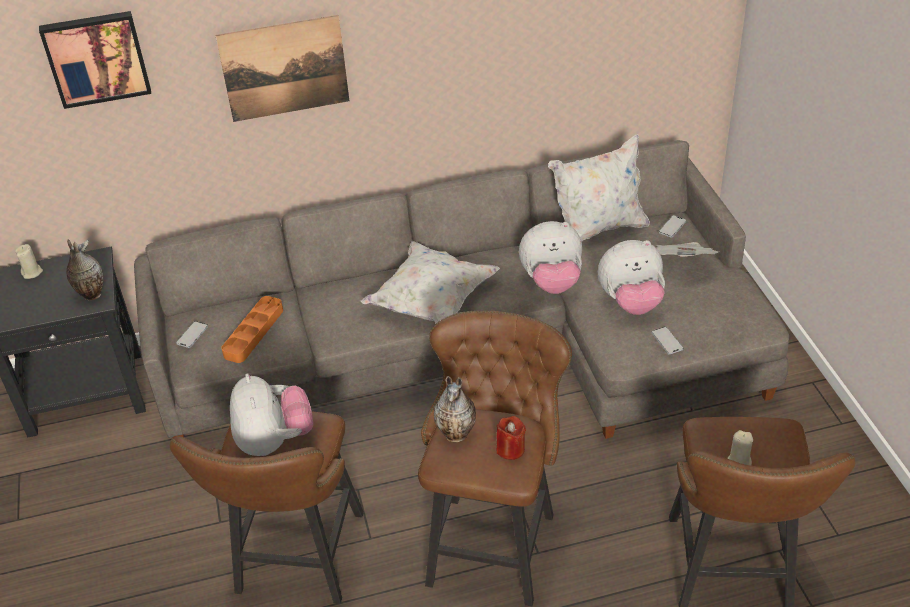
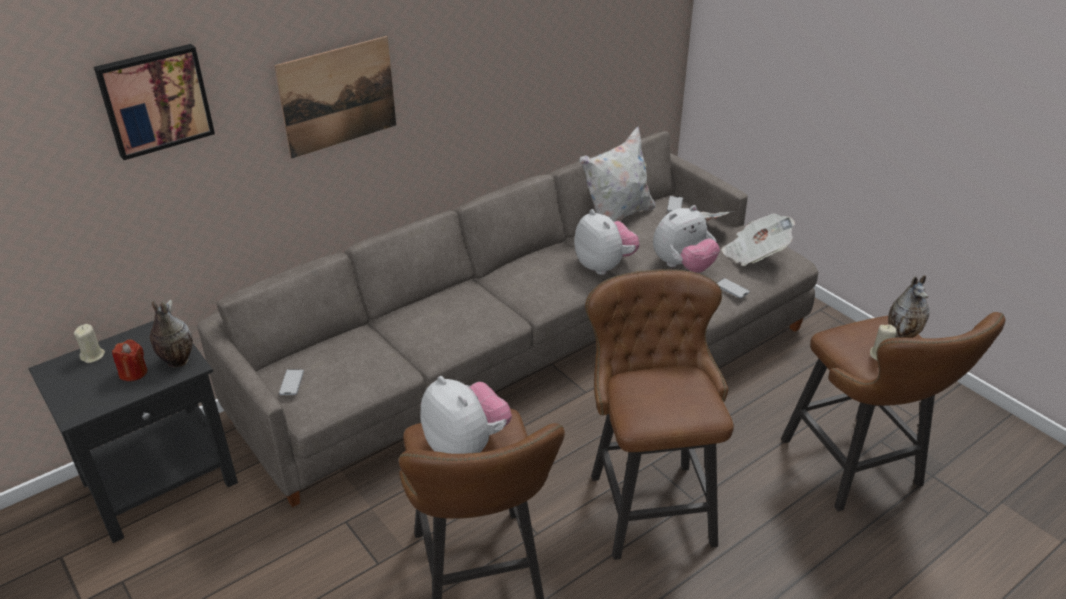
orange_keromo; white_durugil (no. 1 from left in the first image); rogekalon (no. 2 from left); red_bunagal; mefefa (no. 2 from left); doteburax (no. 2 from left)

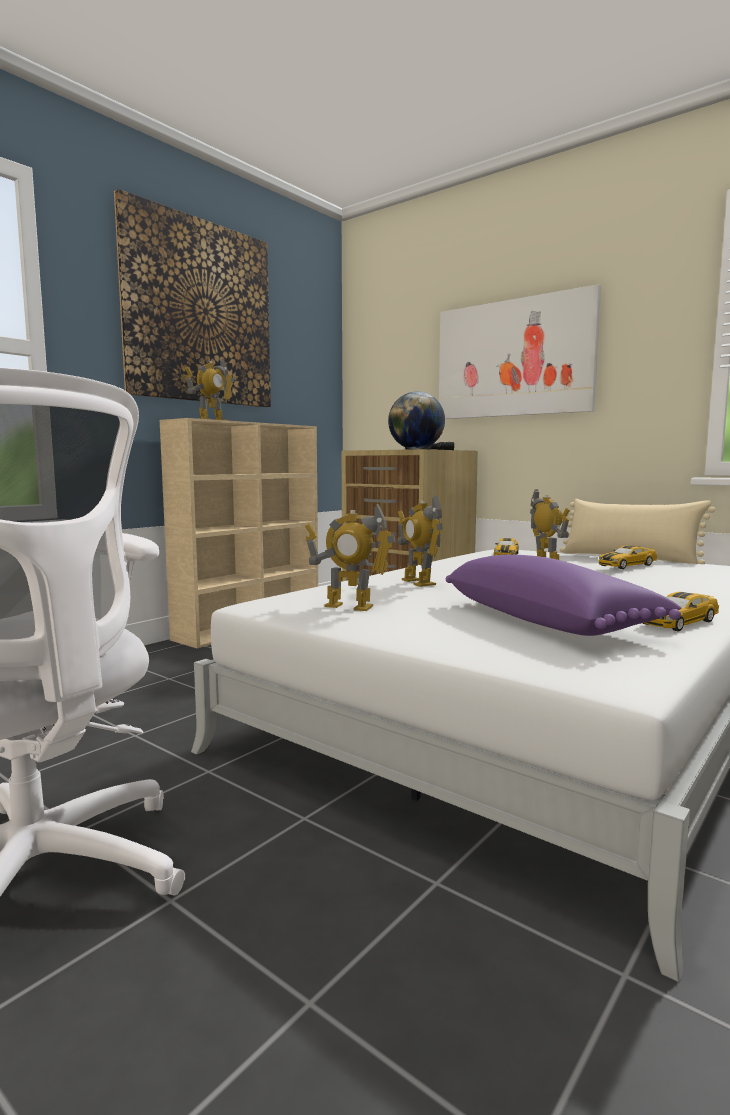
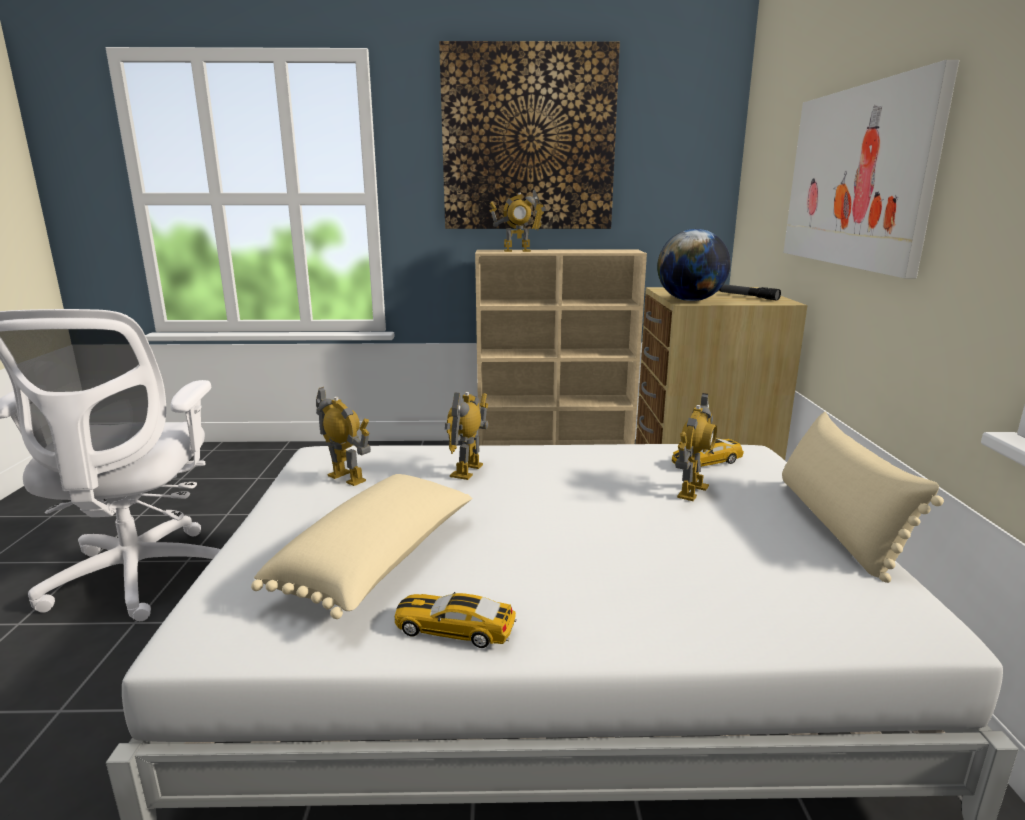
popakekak (no. 1 from left); beige_durugil (no. 1 from left); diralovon (no. 2 from left in the first image)

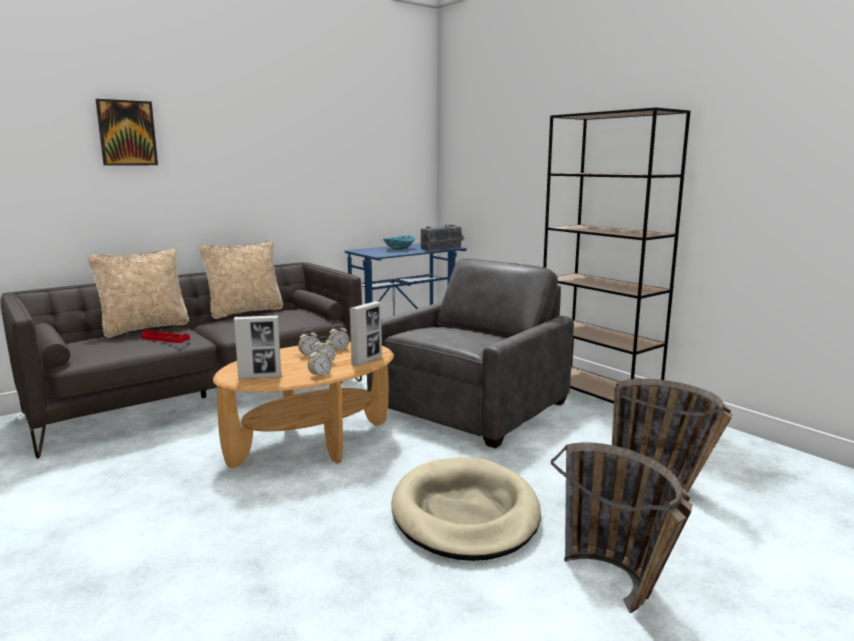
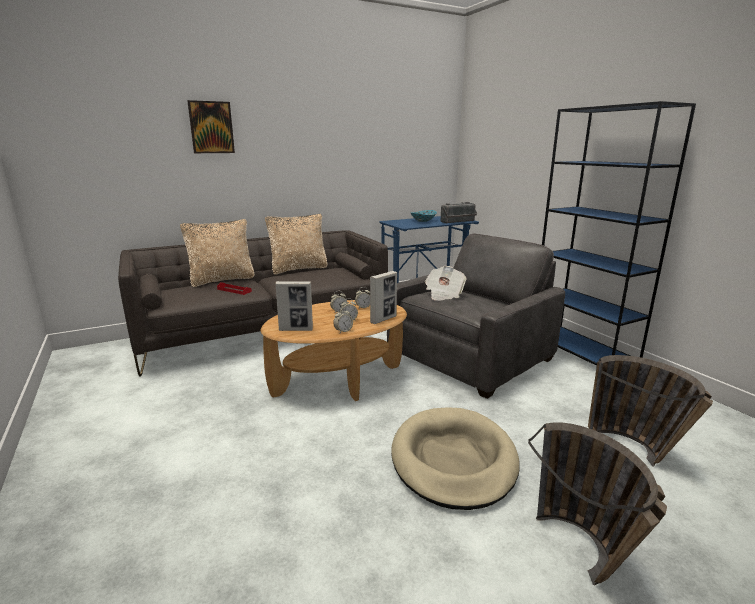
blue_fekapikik; doteburax

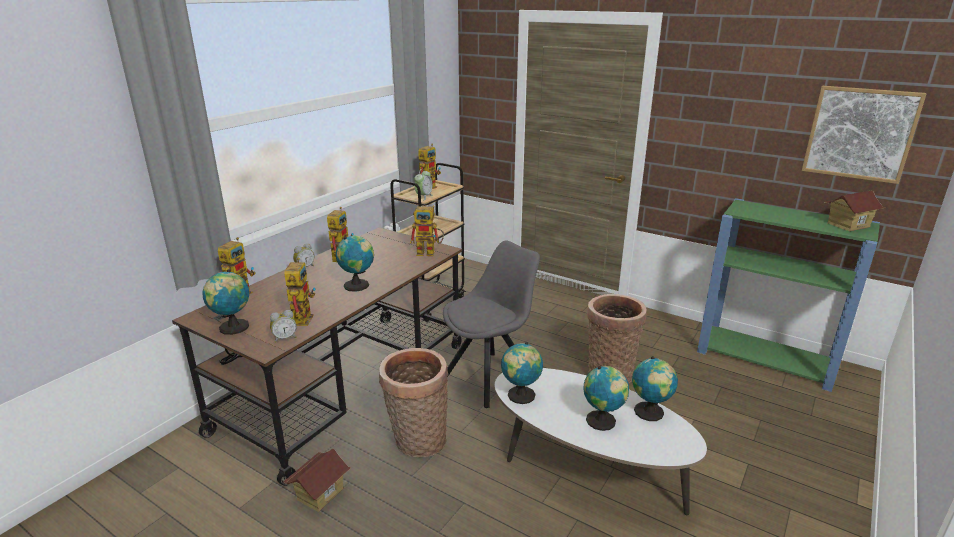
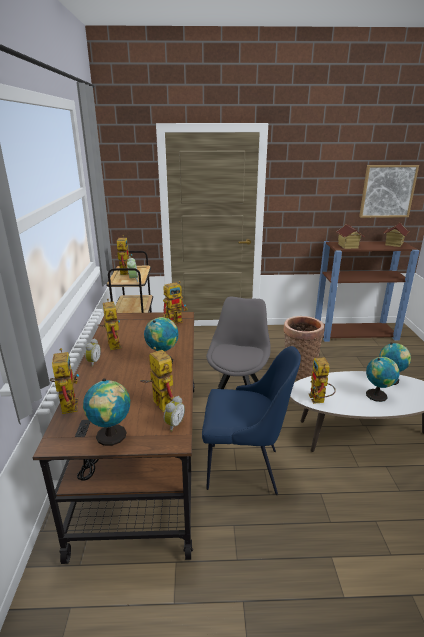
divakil (no. 1 from left); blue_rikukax; popakekak (no. 6 from left); brown_fekapikik

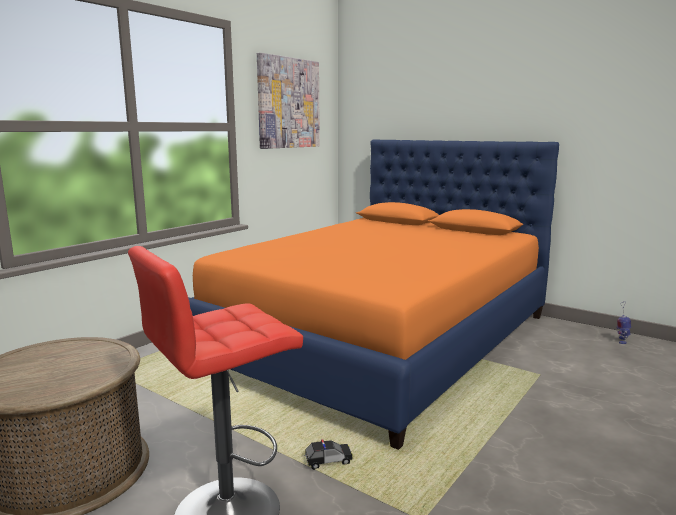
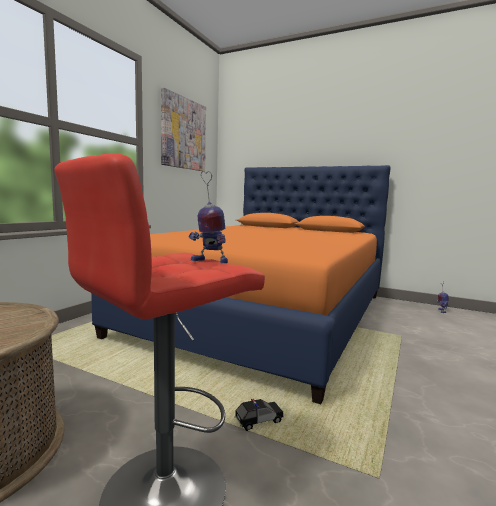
popakekak (no. 1 from left)

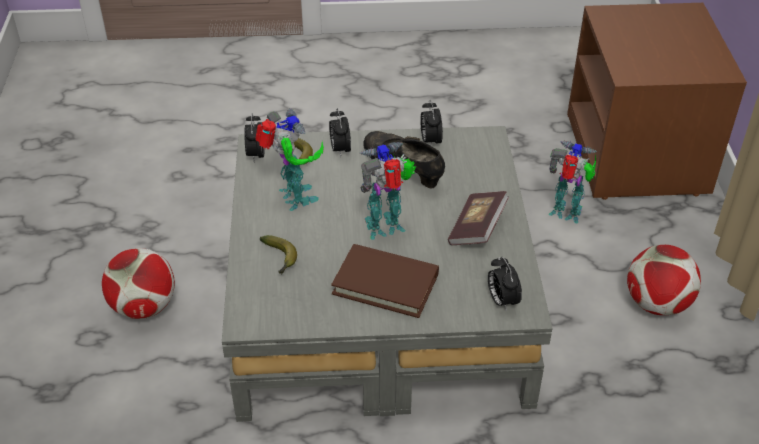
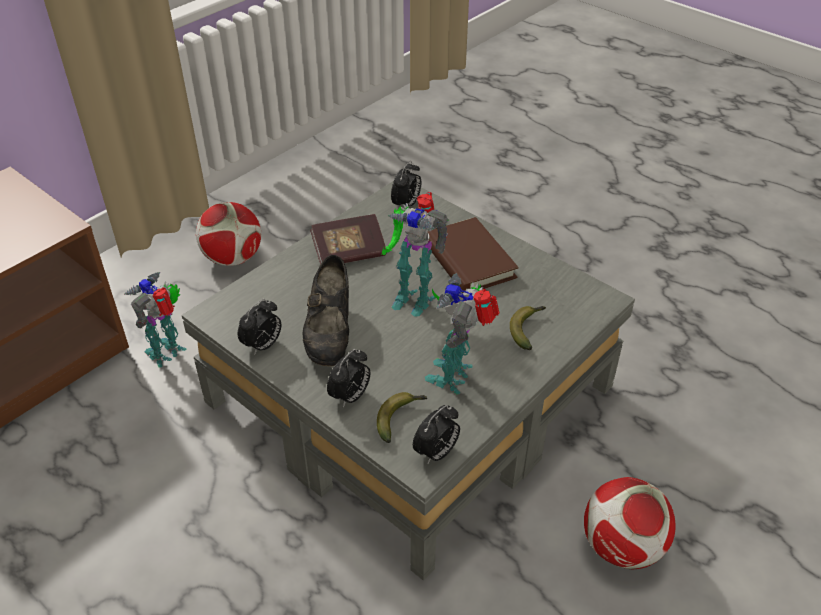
popakekak (no. 1 from left)

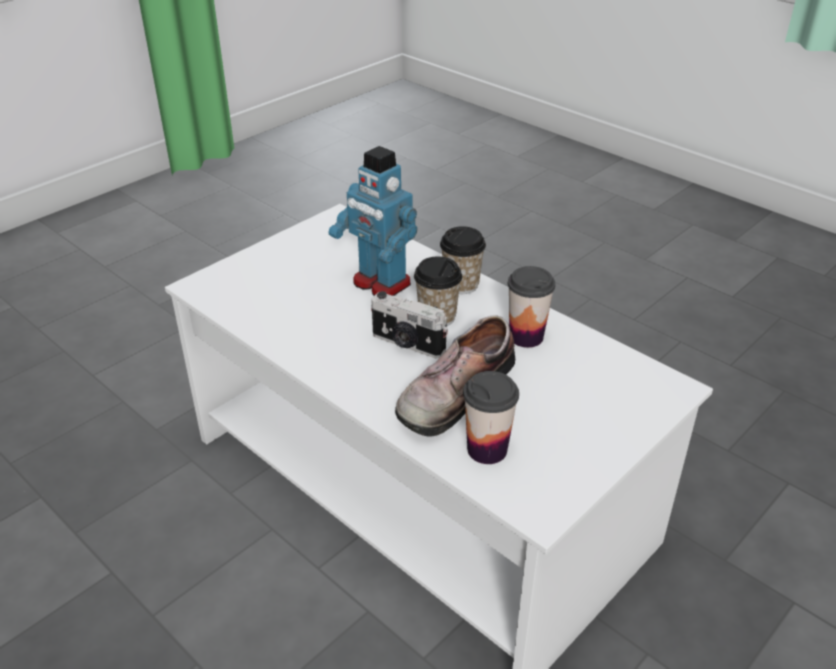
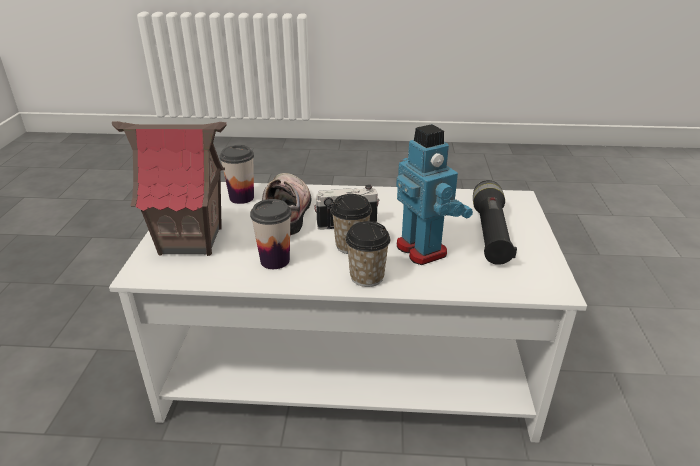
popakekak; divakil; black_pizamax

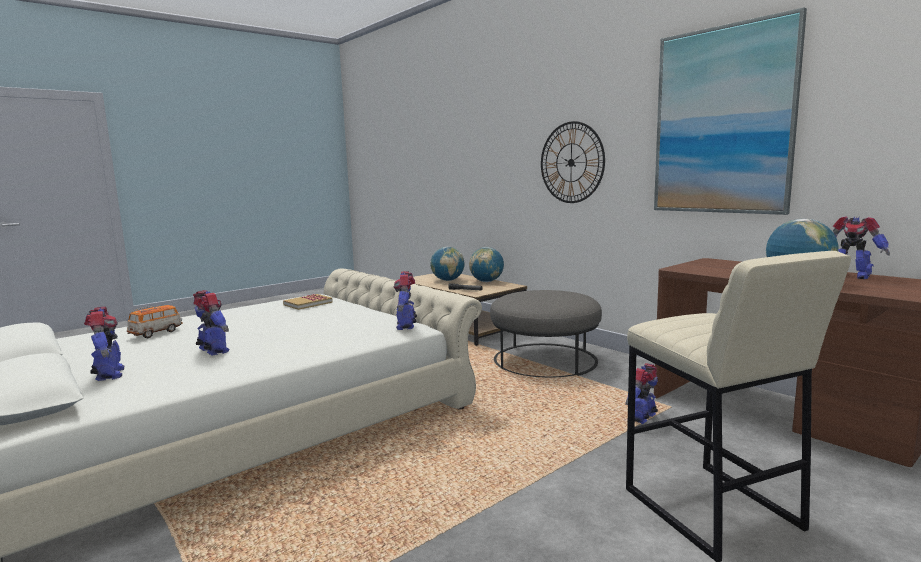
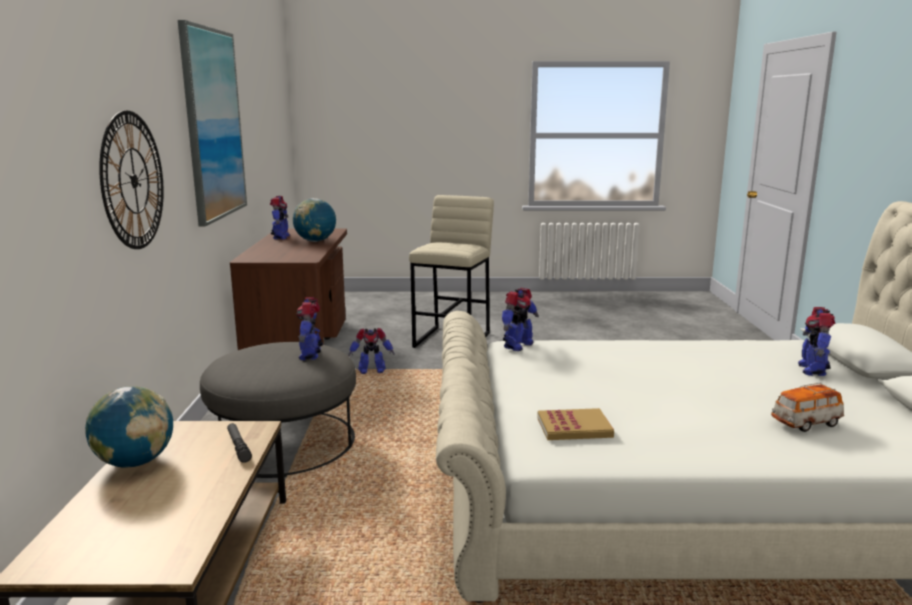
popakekak (no. 2 from left); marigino (no. 1 from left in the first image)

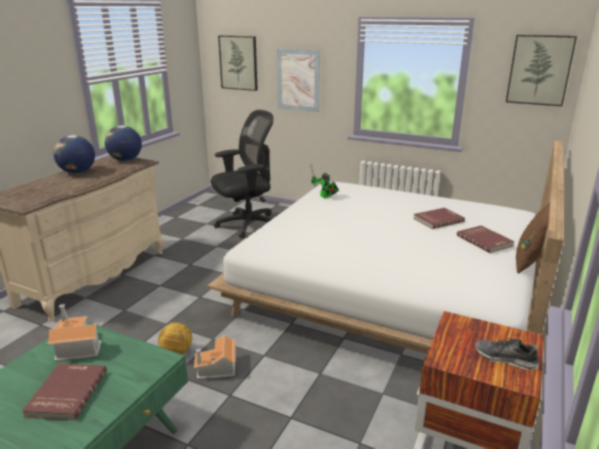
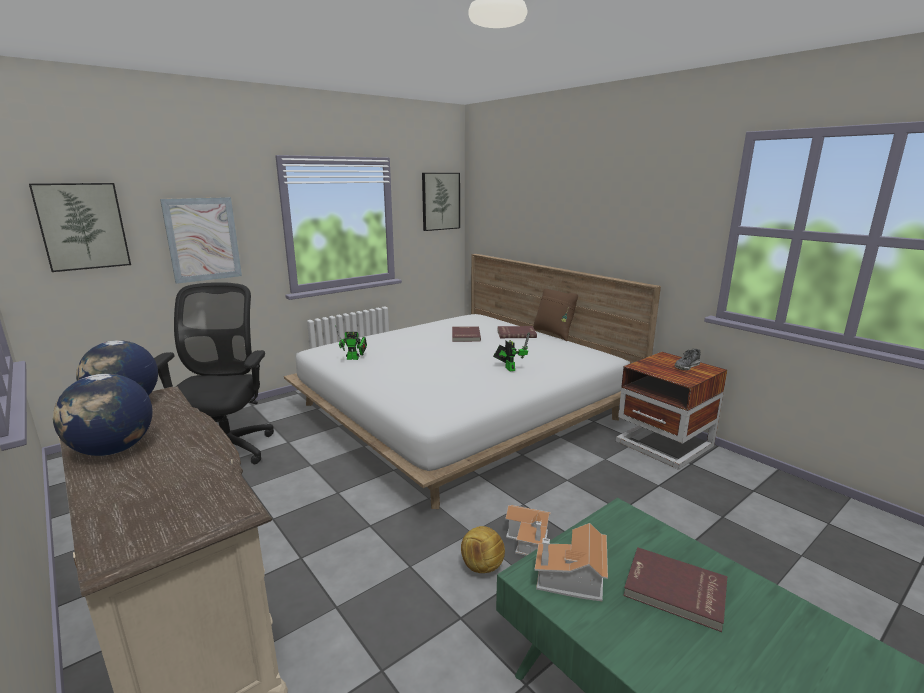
popakekak (no. 2 from left)

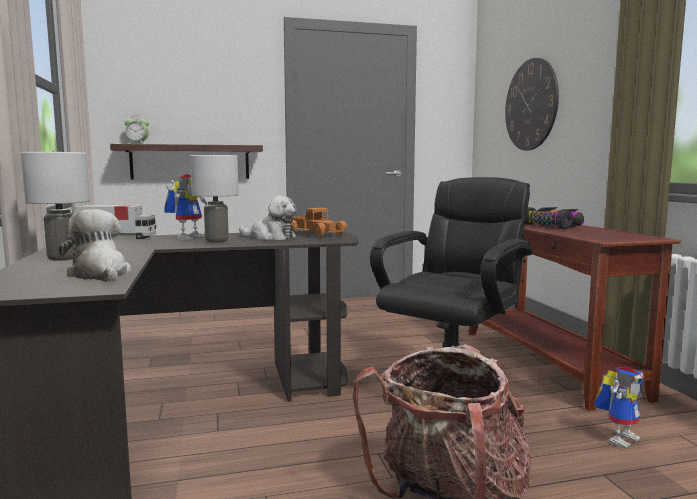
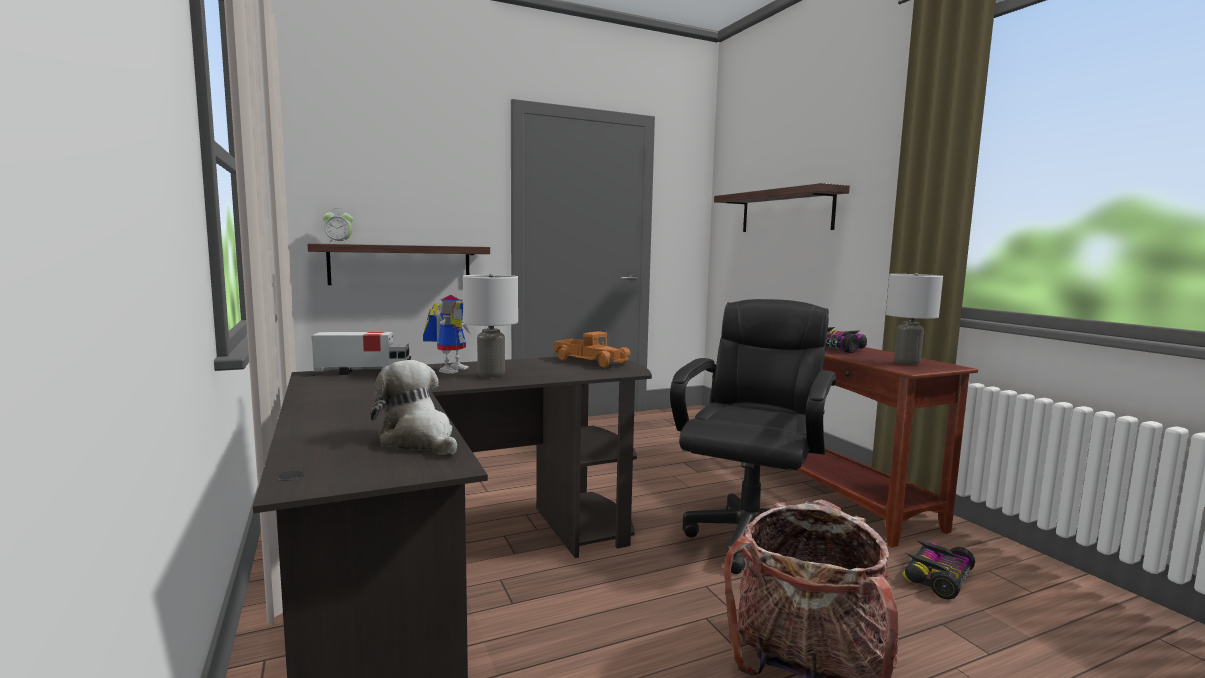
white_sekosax (no. 2 from left); mefefa (no. 2 from left in the first image); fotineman (no. 2 from left); diralovon (no. 2 from left)

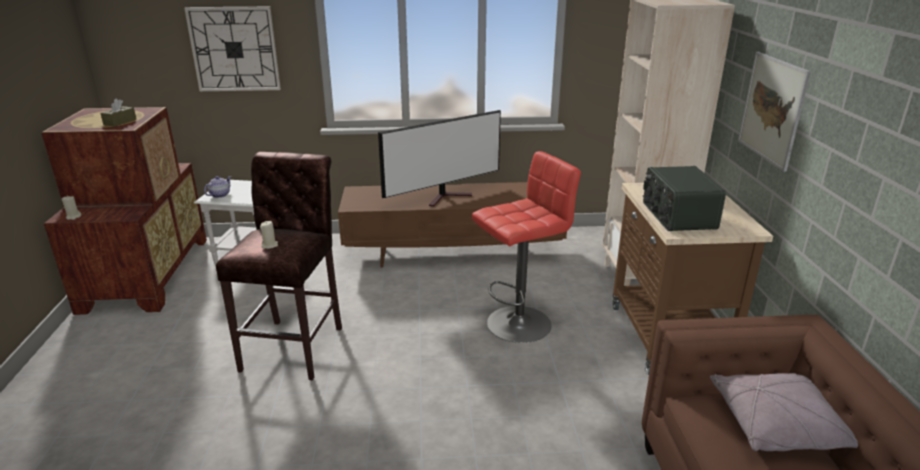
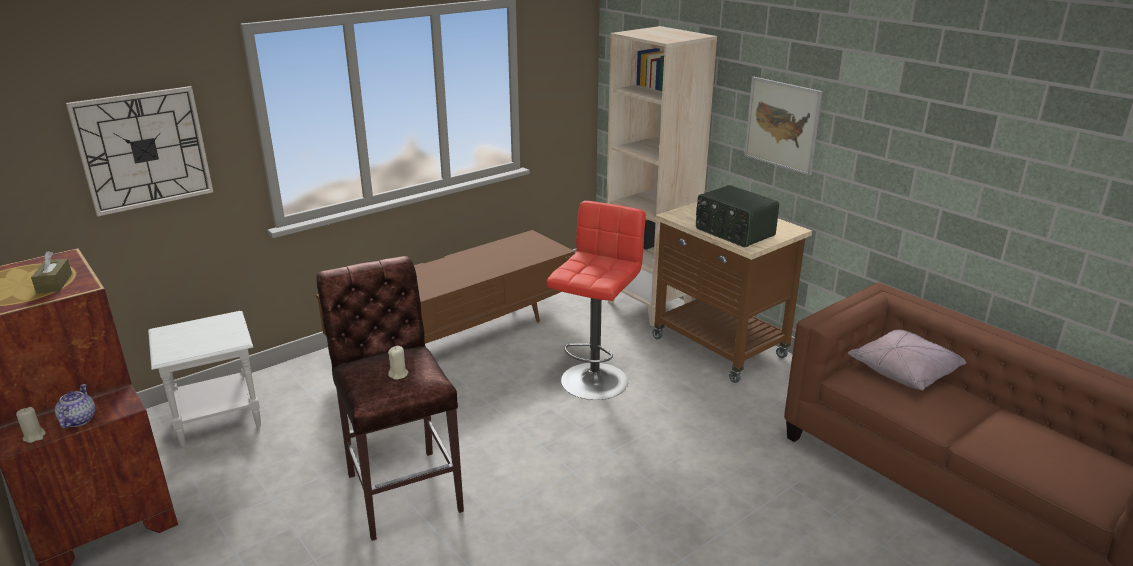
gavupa; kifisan

